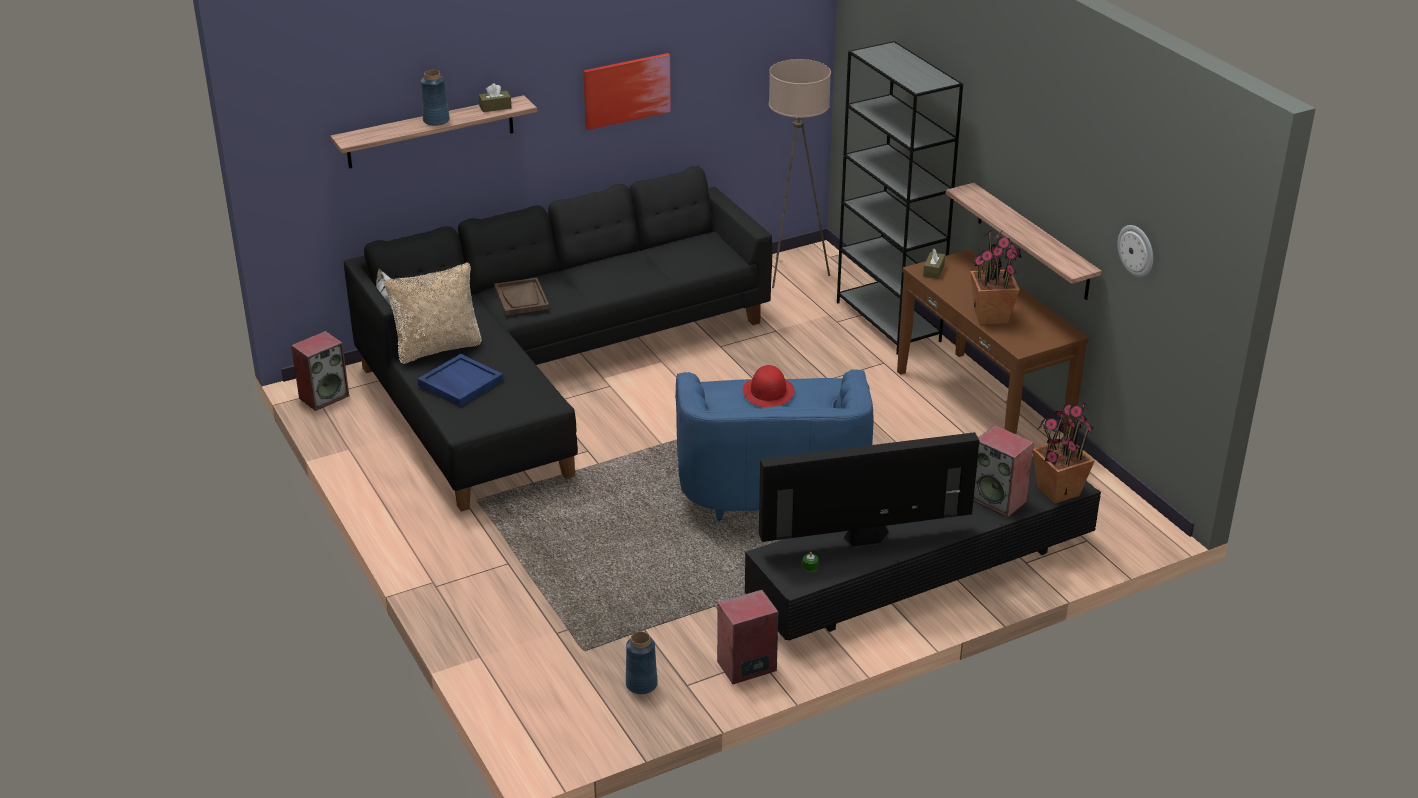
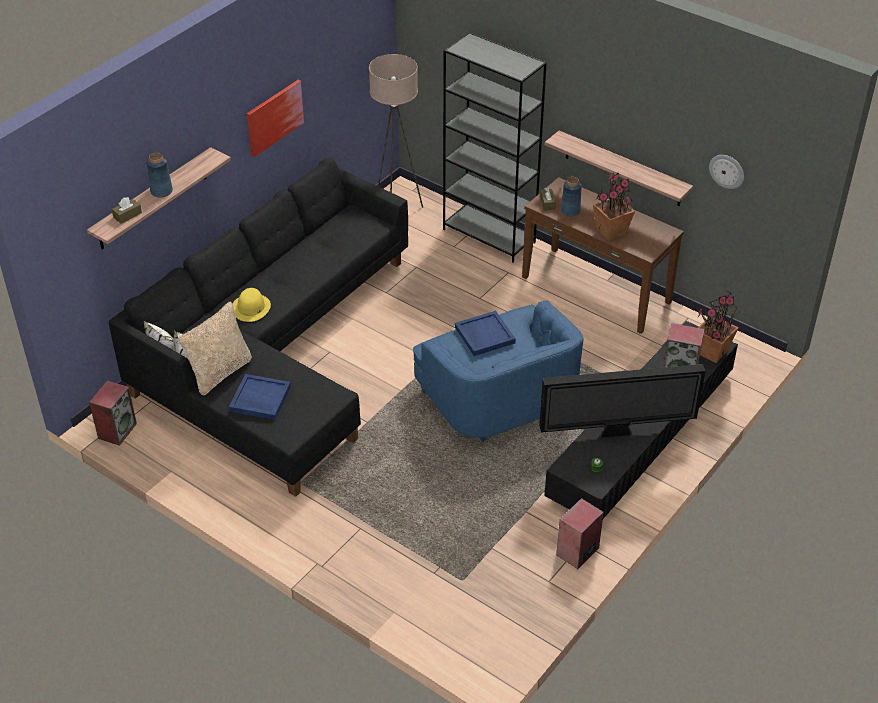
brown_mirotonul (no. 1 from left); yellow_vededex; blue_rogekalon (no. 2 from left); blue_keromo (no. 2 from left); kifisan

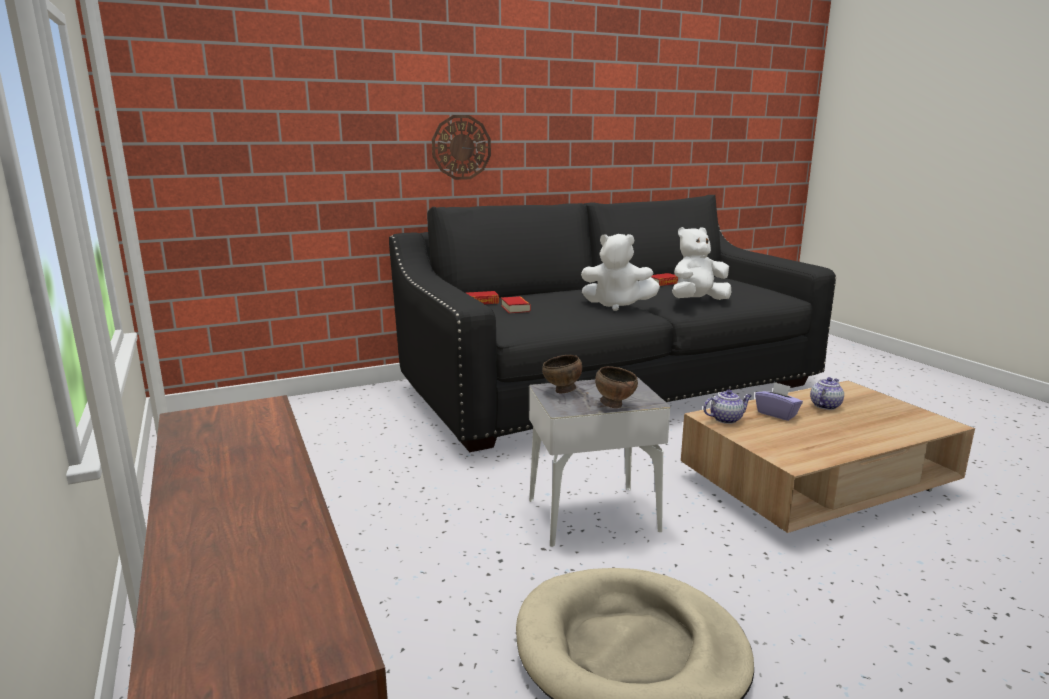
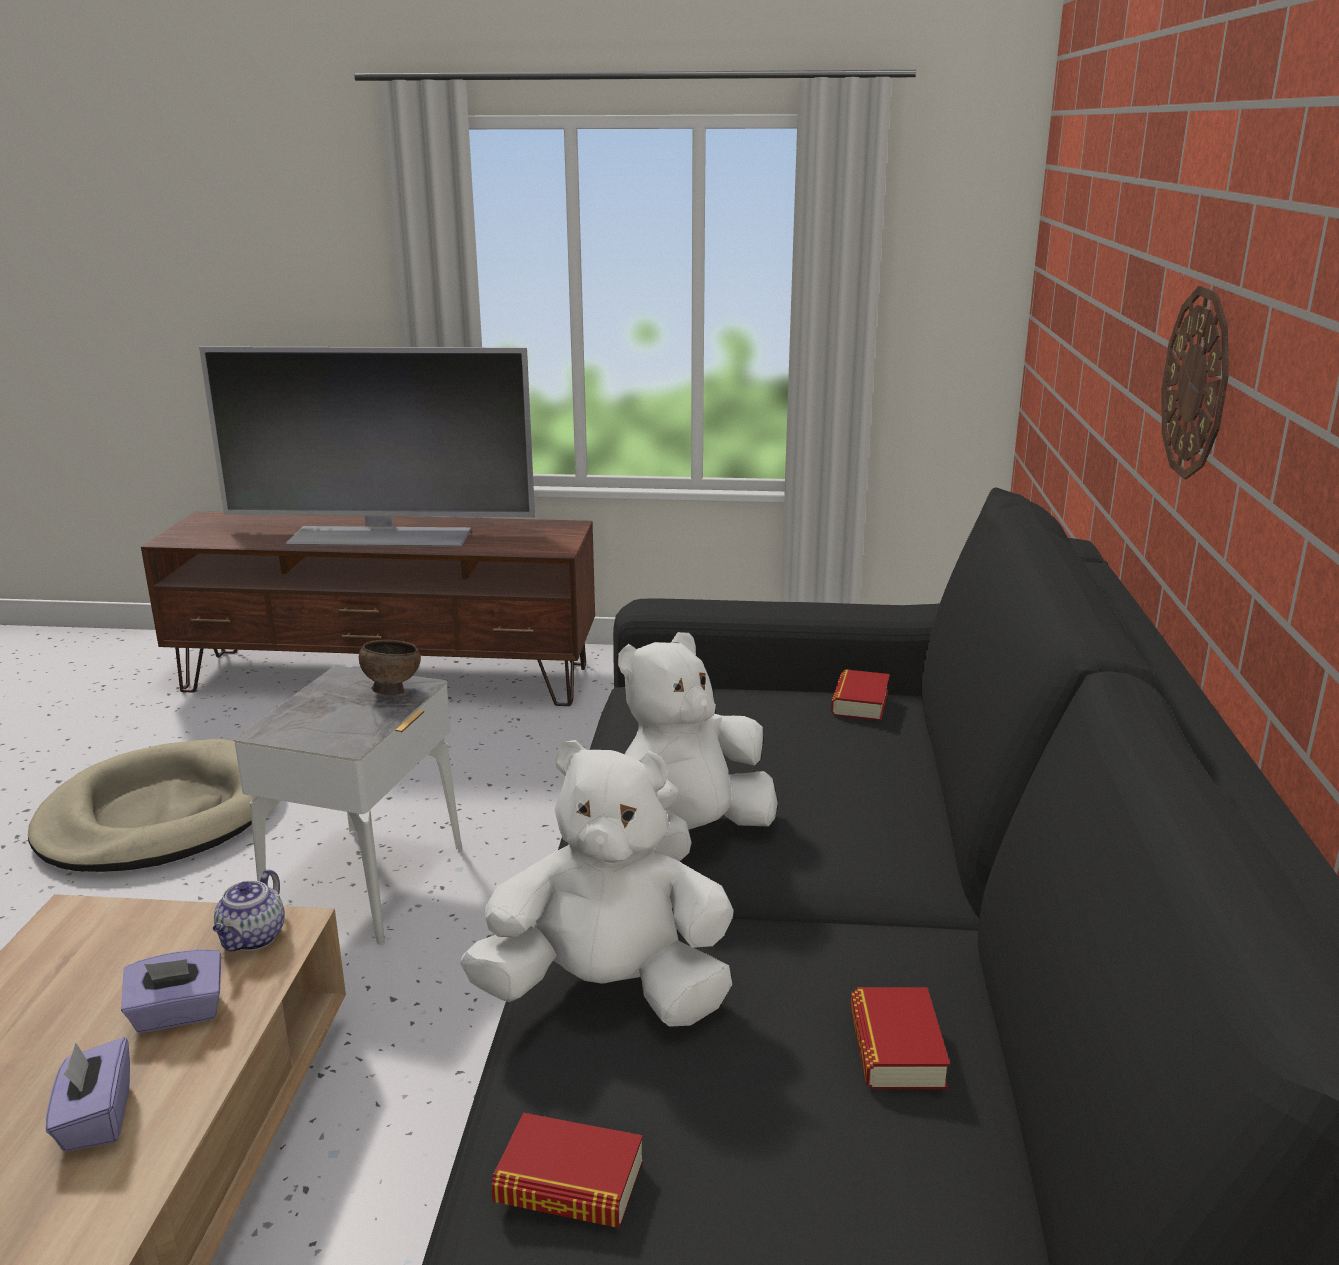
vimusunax (no. 1 from left); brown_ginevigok (no. 2 from left in the first image); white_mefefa (no. 1 from left); purple_mirotonul (no. 1 from left); kifisan

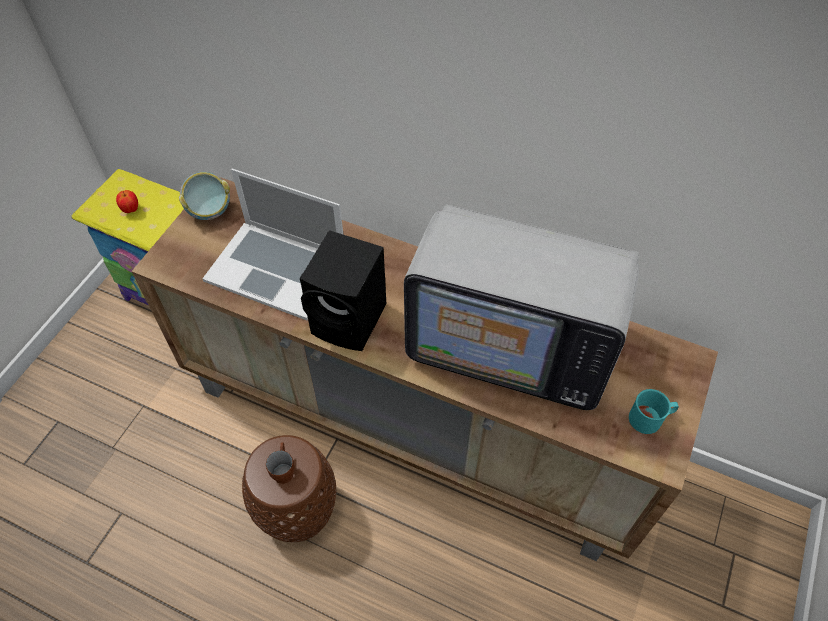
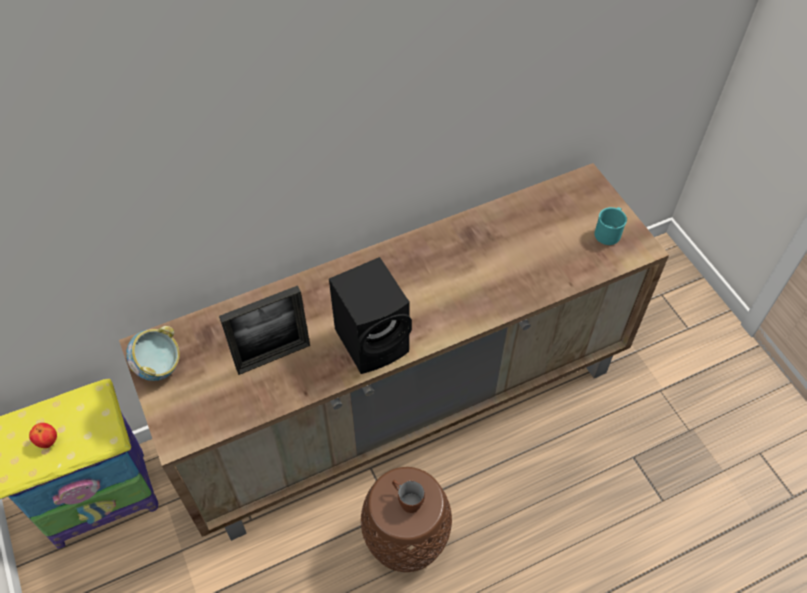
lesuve; kifisan

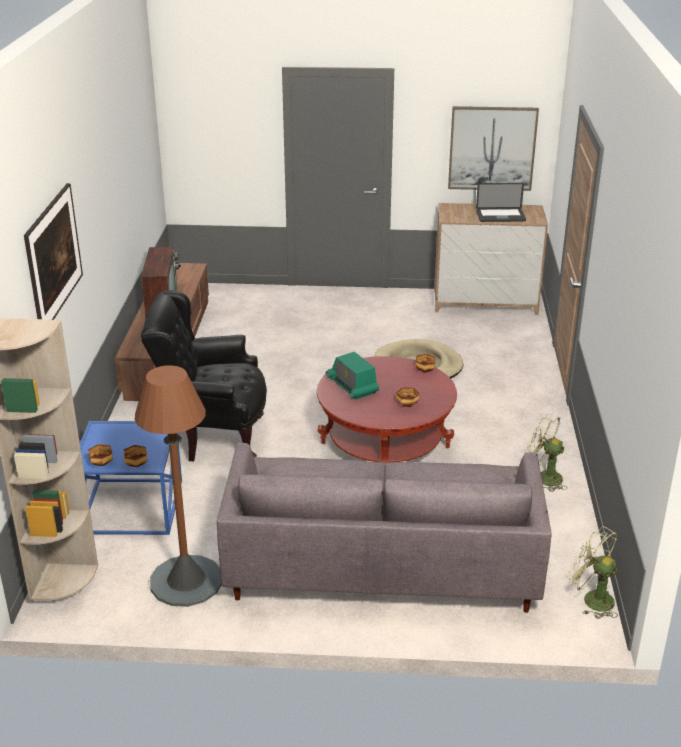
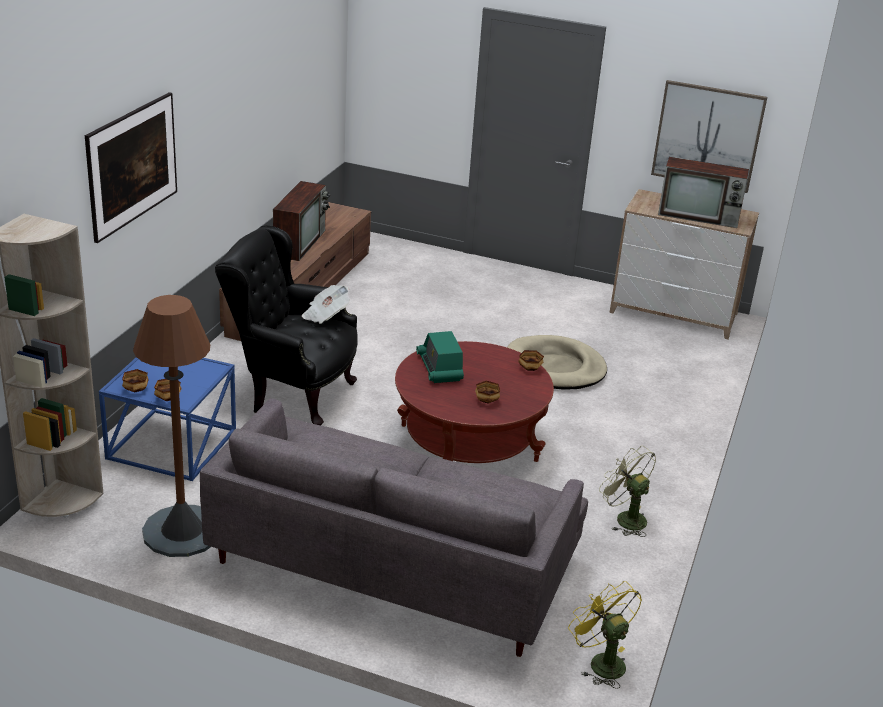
kifisan (no. 2 from left); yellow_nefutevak; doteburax

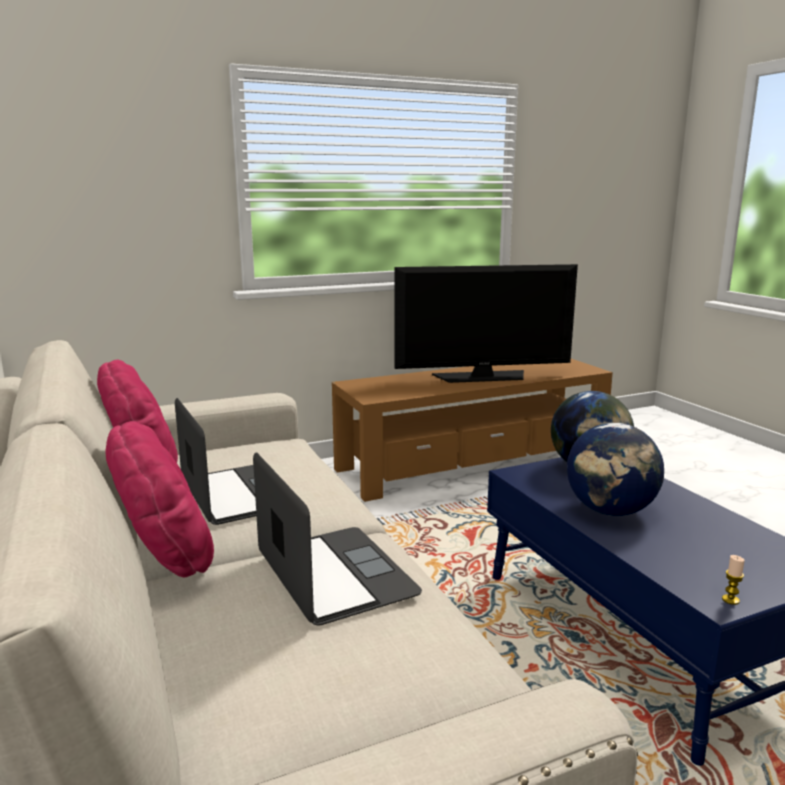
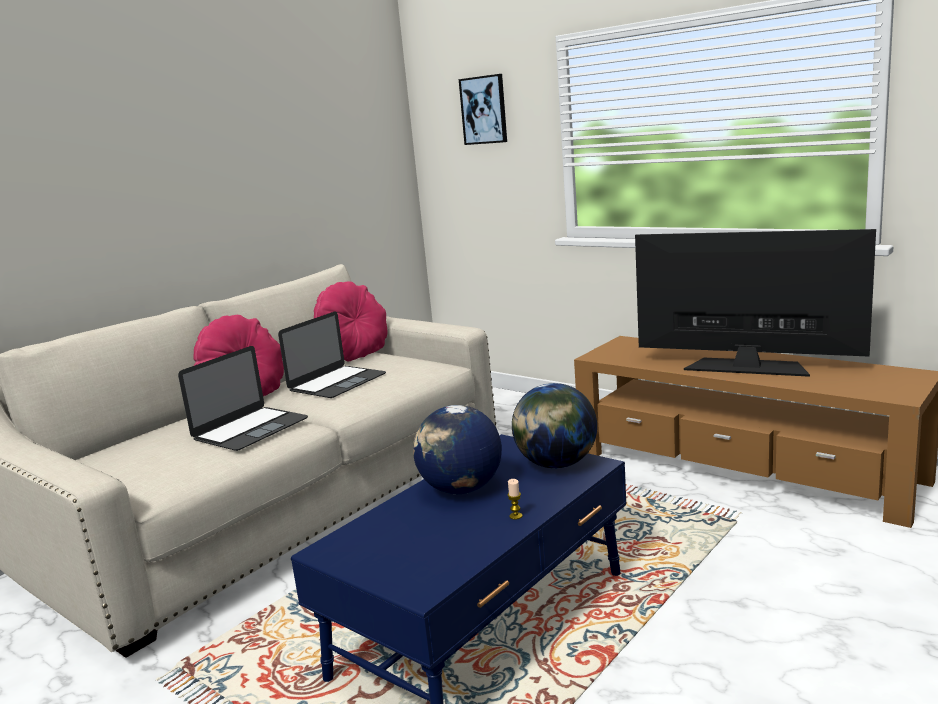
kifisan; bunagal; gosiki

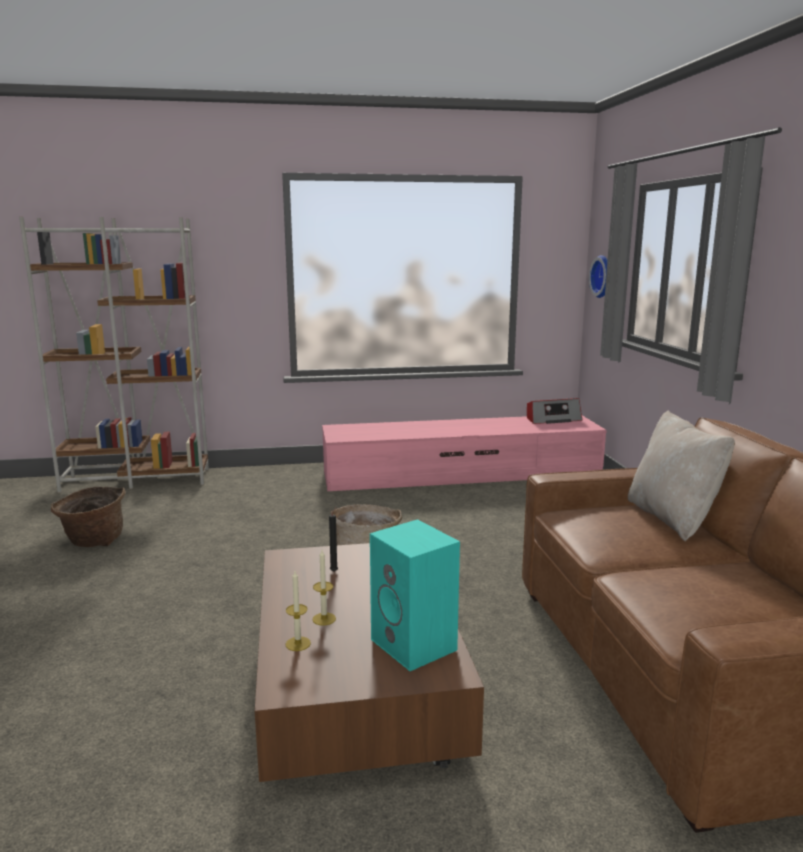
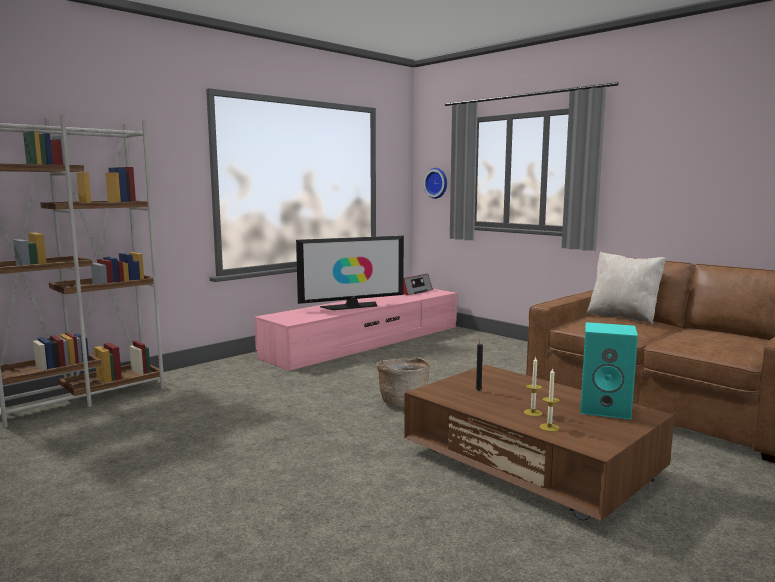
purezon (no. 1 from left in the first image); kifisan

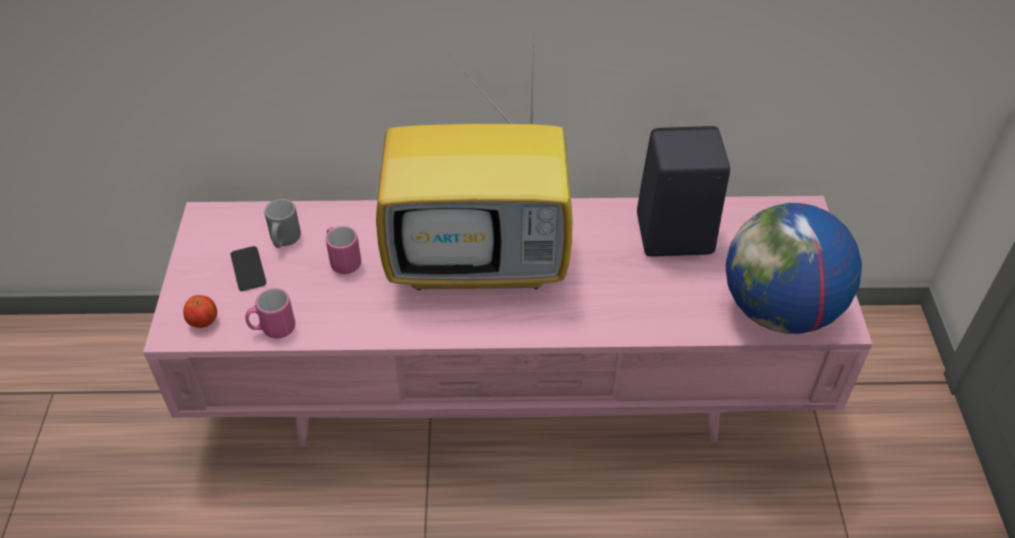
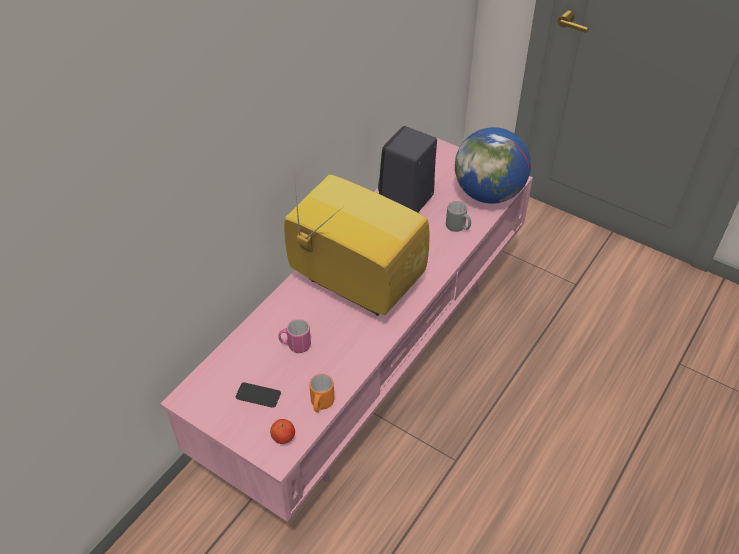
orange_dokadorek; grey_dokadorek; kifisan

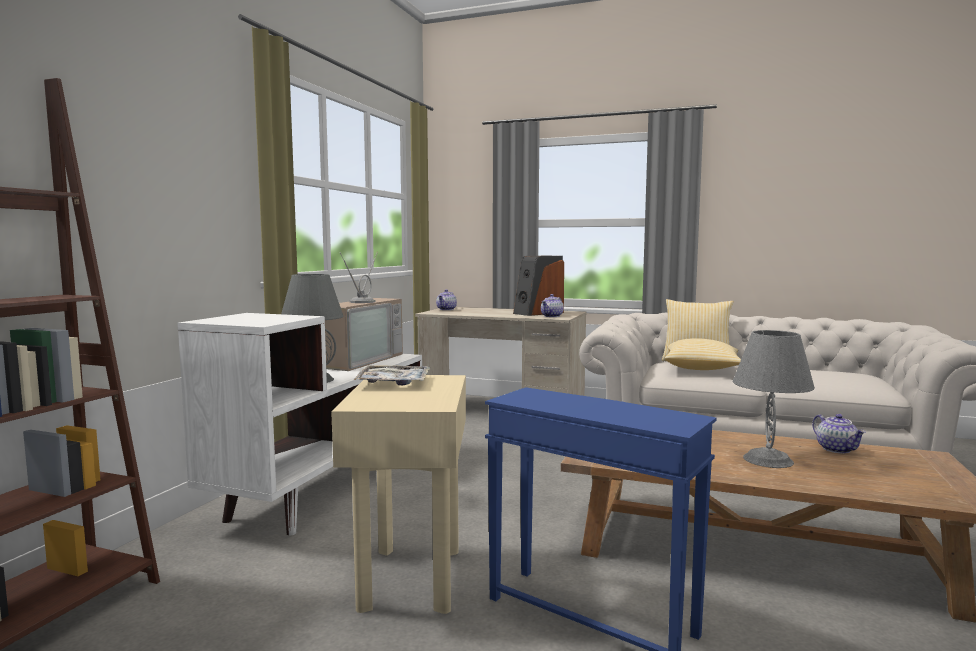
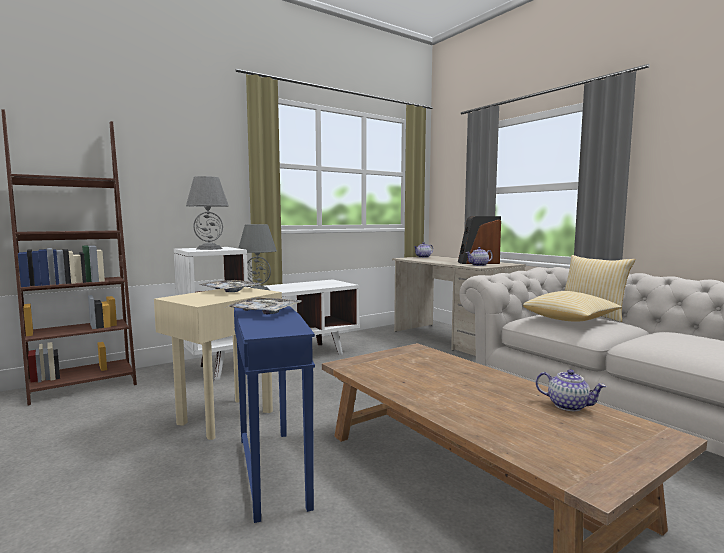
kifisan; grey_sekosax (no. 1 from left); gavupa (no. 3 from left); keromo (no. 2 from left)

